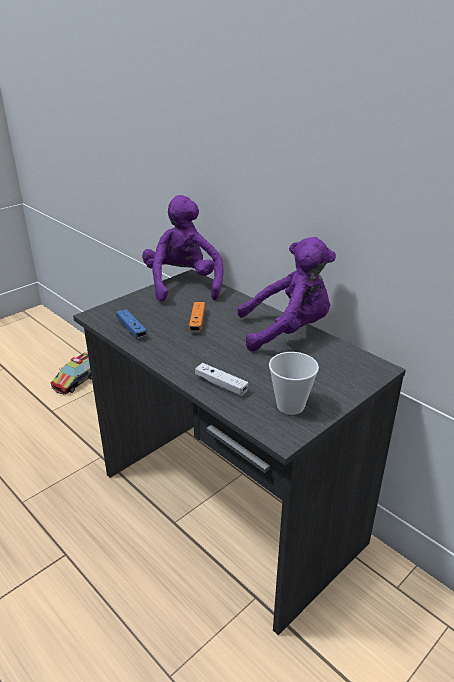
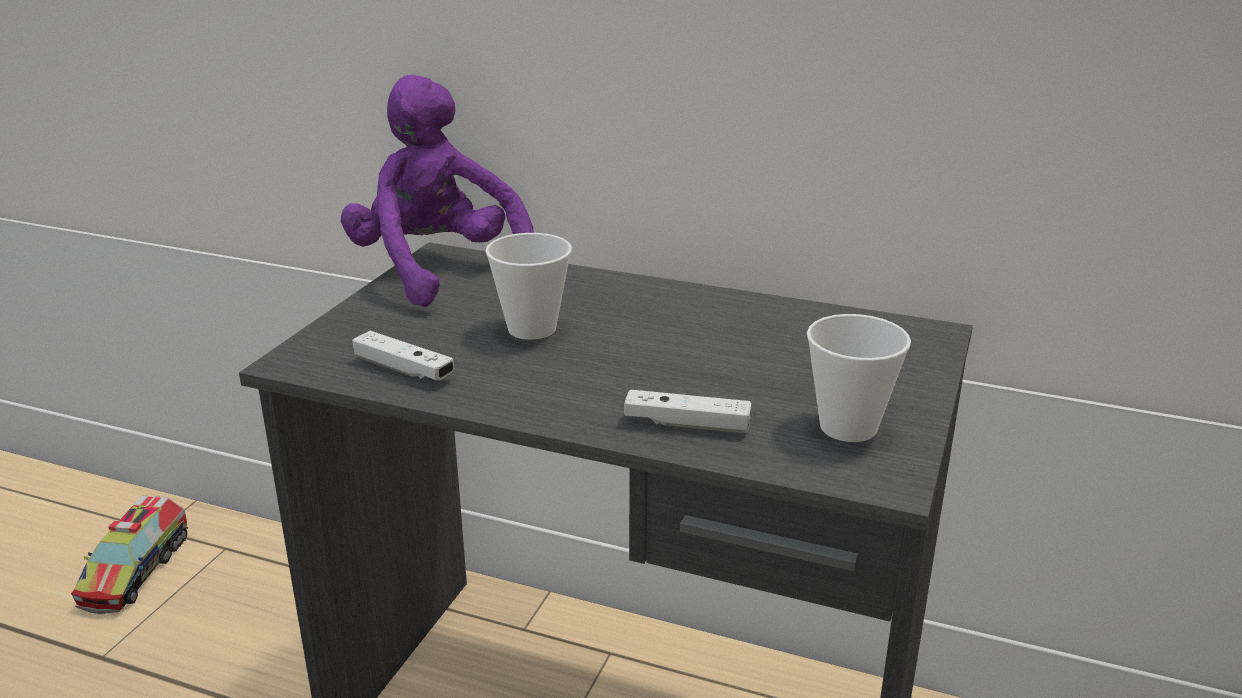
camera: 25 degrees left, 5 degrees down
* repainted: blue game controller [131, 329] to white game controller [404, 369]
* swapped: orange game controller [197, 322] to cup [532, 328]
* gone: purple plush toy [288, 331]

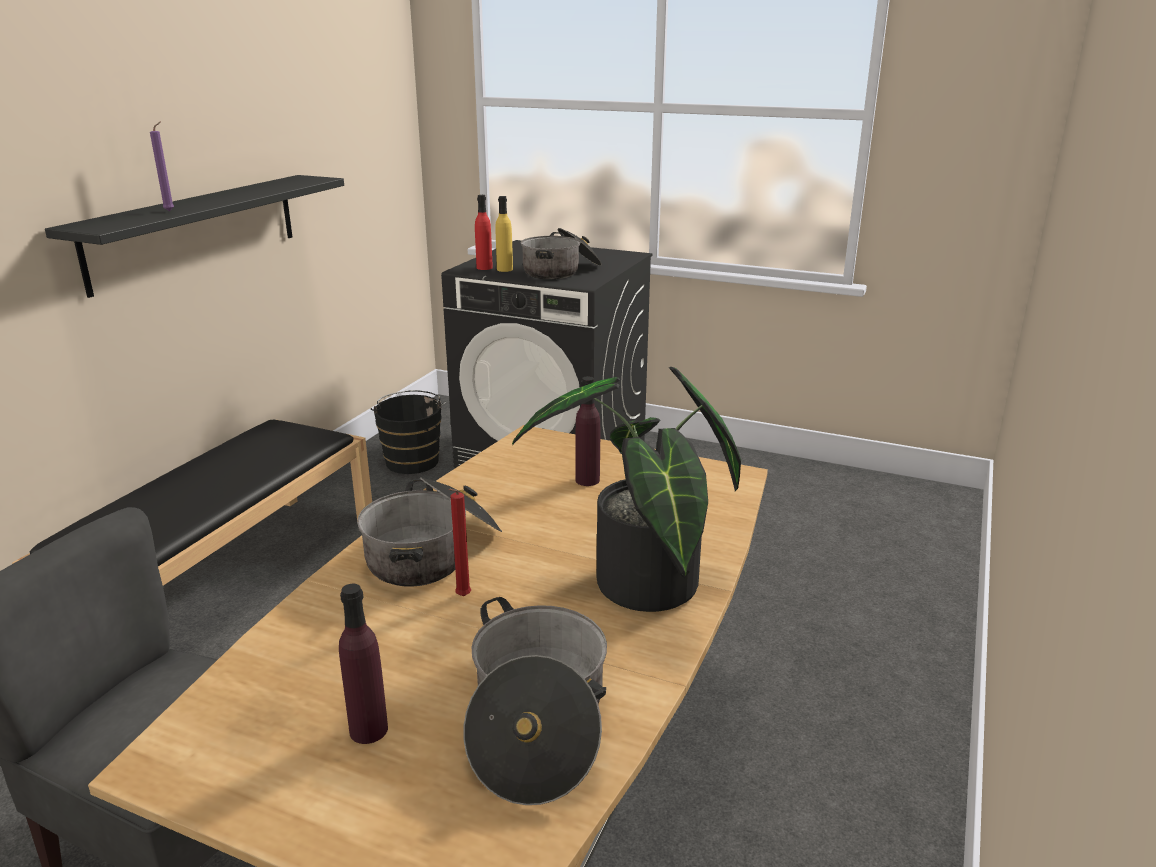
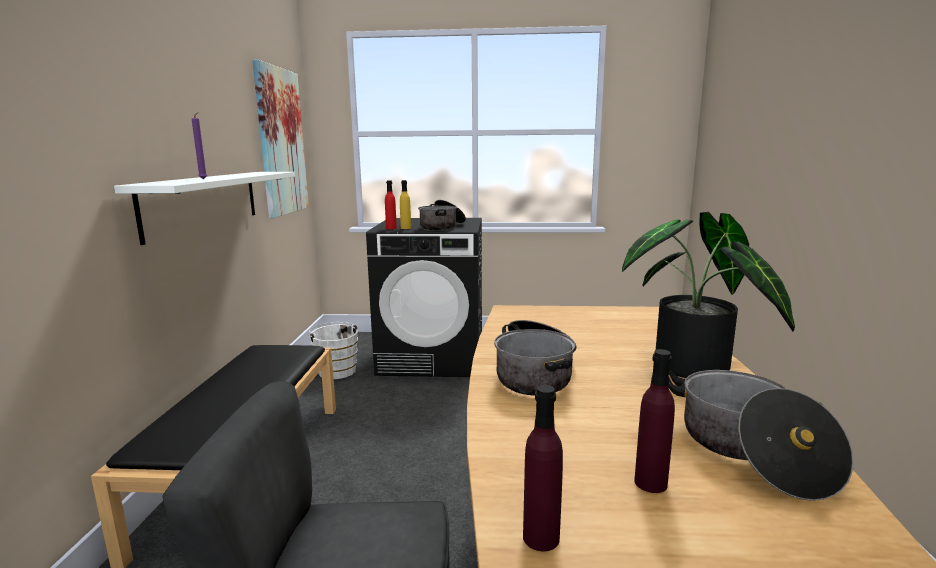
camera: 20 degrees left, 10 degrees down
* repainted: black shelf [196, 231] to white shelf [204, 202]
* repainted: black bucket [412, 460] to white bucket [336, 370]
* gone: red candle [461, 597]
* shifted: purple bottle [587, 480] to [541, 537]
* new: picture [281, 142]

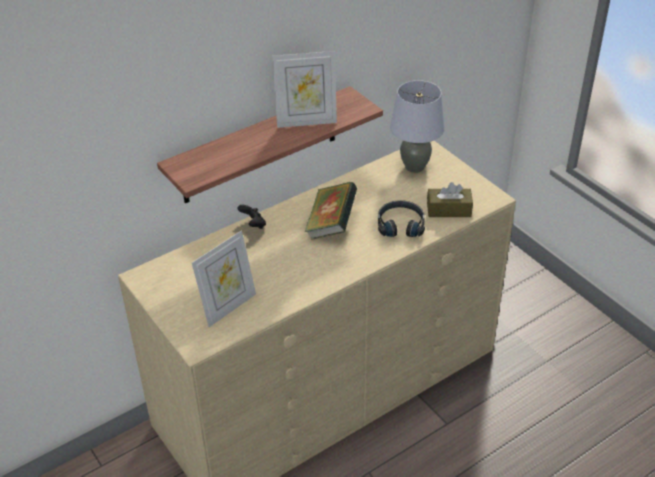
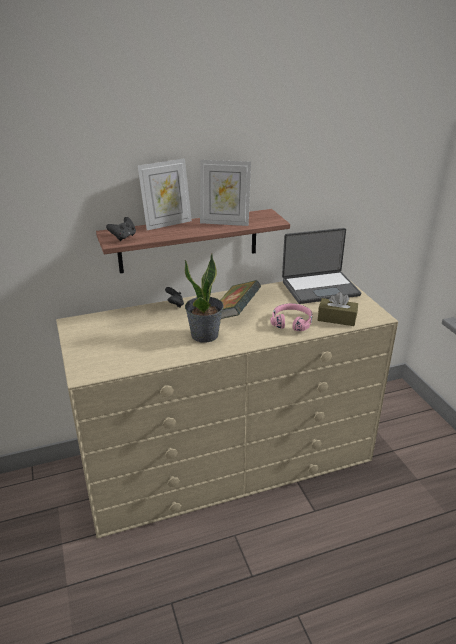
camera: 15 degrees right, 10 degrees down
* shifted: picture frame [228, 307] to [167, 224]
* repainted: black headphones [400, 224] to pink headphones [292, 322]
* swapped: grey table lamp [414, 167] to laptop [319, 288]
* new: black game controller [123, 237]
* new: potted plant [205, 335]

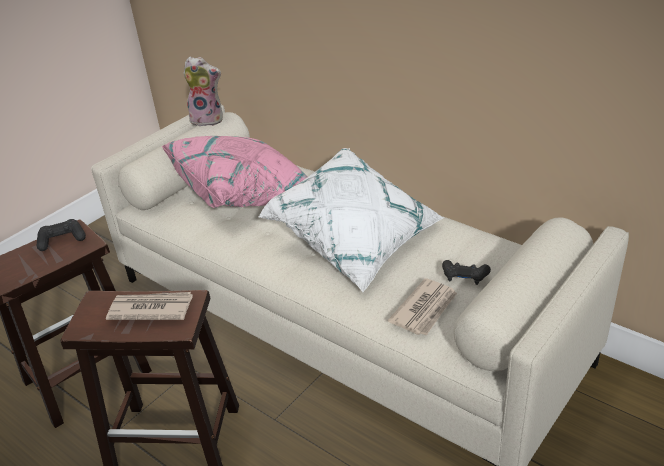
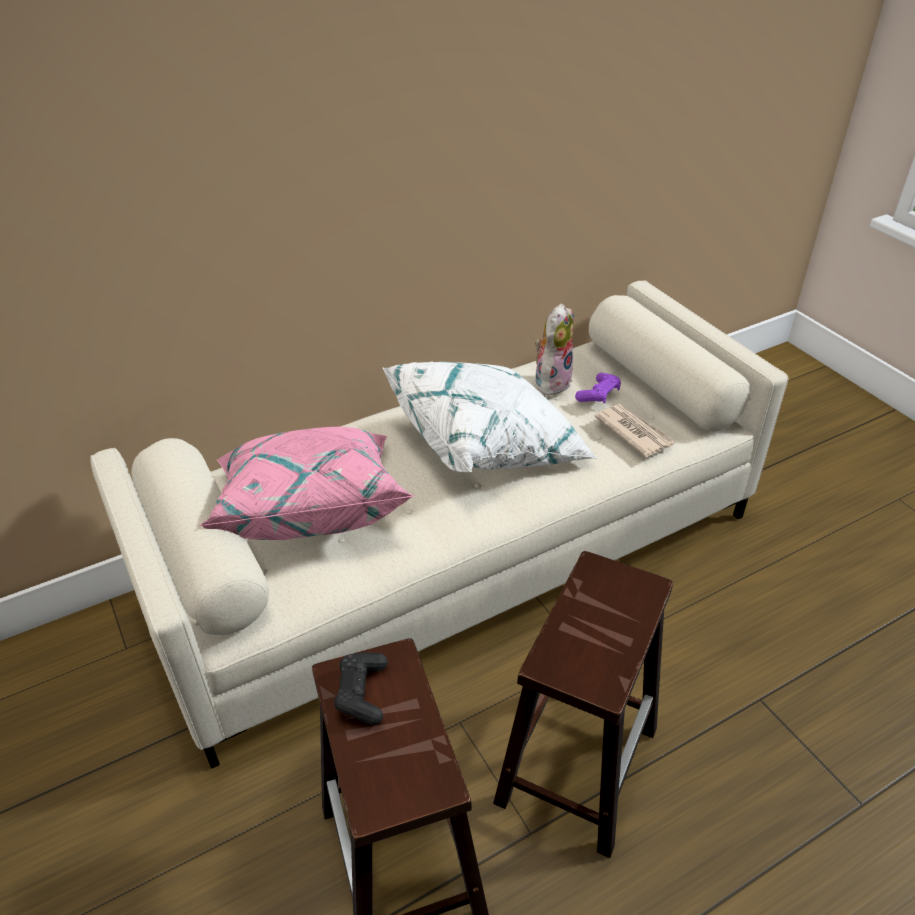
camera: 70 degrees left, 5 degrees up
* gone: newspaper [150, 309]
* shifted: plush toy [208, 119] to [551, 381]
* repainted: black game controller [464, 277] to purple game controller [598, 394]

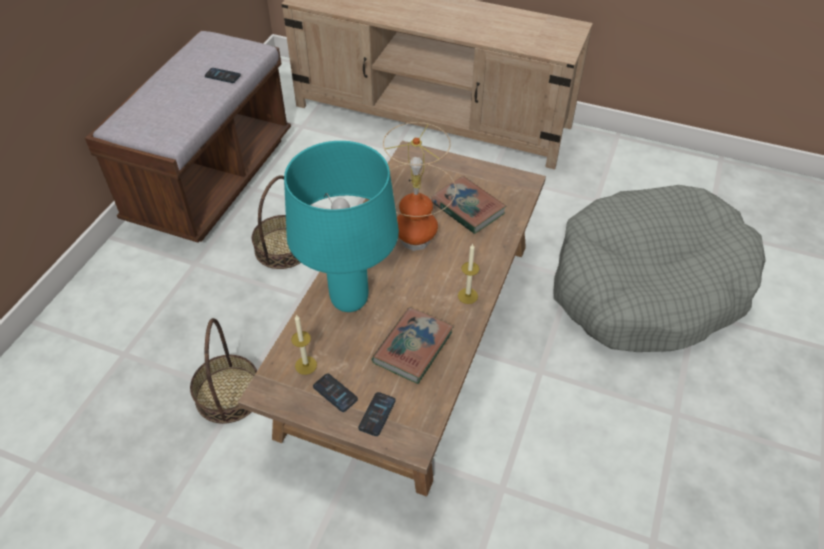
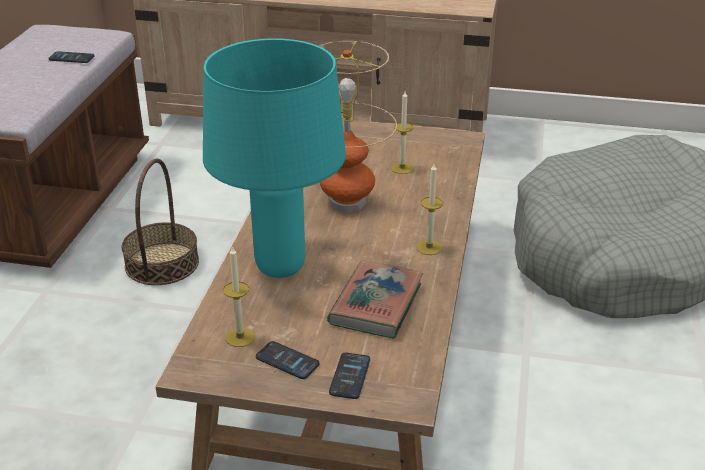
camera: 10 degrees left, 15 degrees down
* gone: basket [228, 394]
* swapped: book [467, 208] to candle [402, 168]

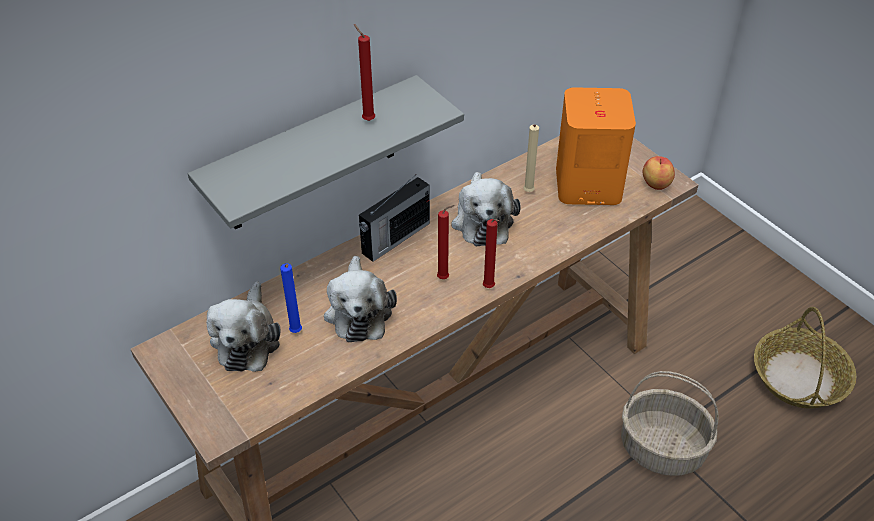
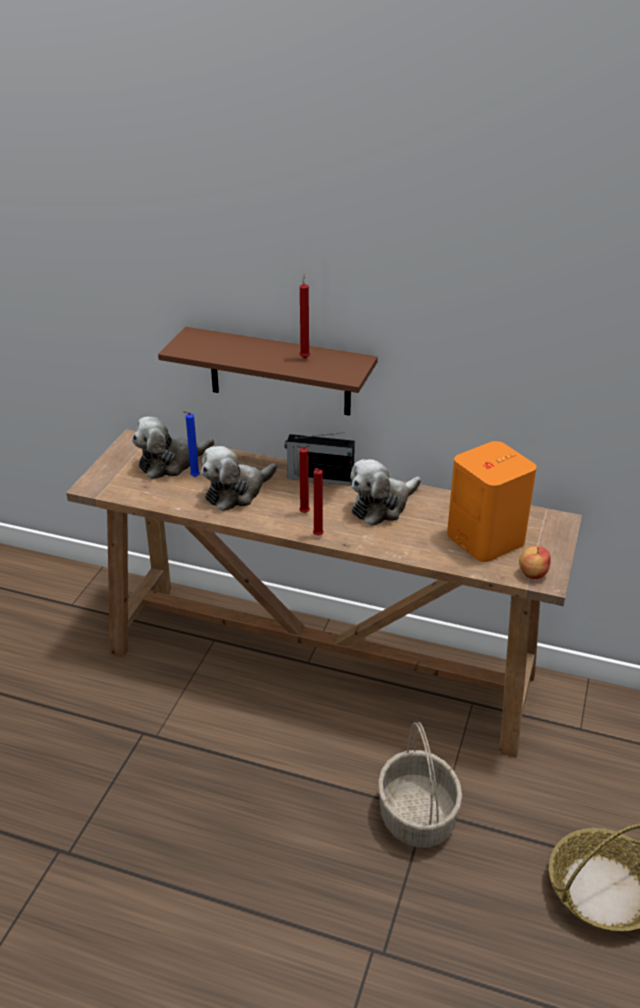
camera: 55 degrees right, 10 degrees down
* repainted: grey shelf [312, 156] to brown shelf [279, 372]
* gone: beige candle [528, 193]

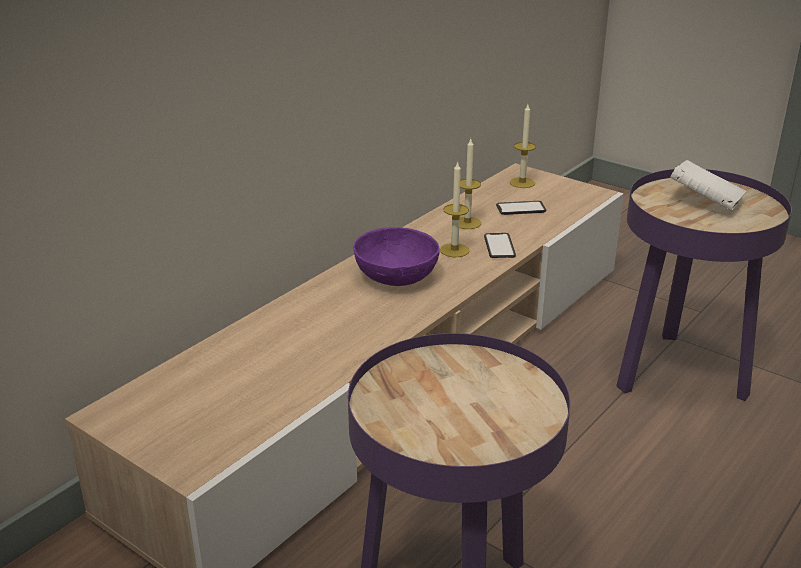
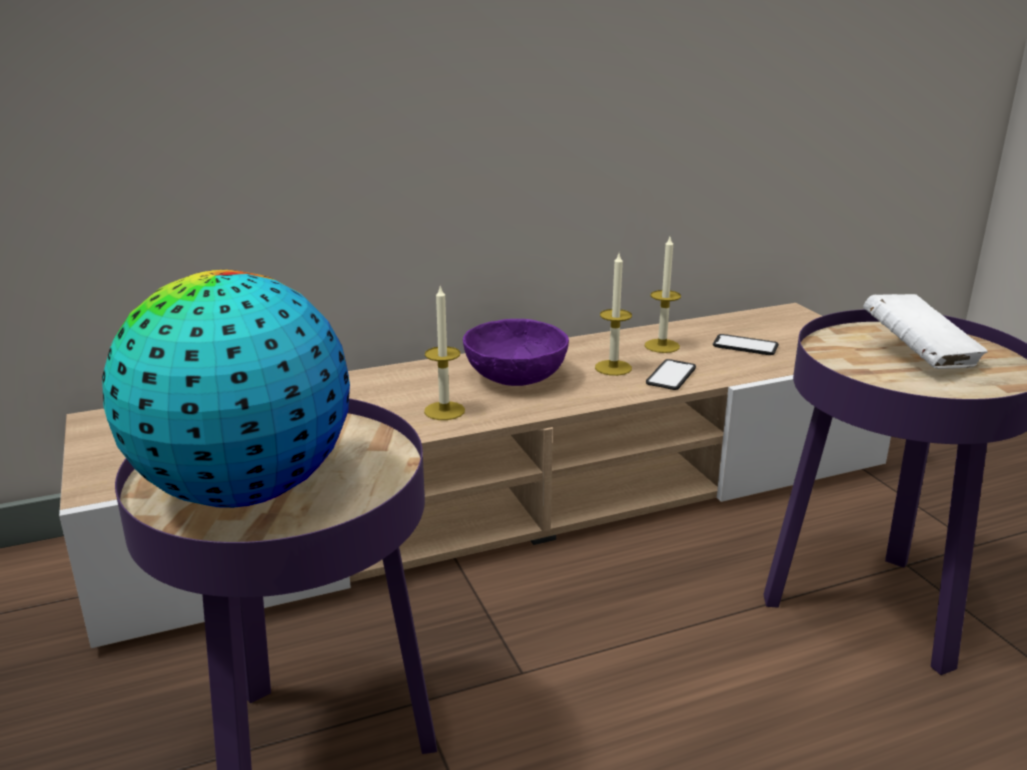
camera: 30 degrees right, 5 degrees down
* shifted: candle [522, 183] to [444, 411]
* new: globe [243, 490]

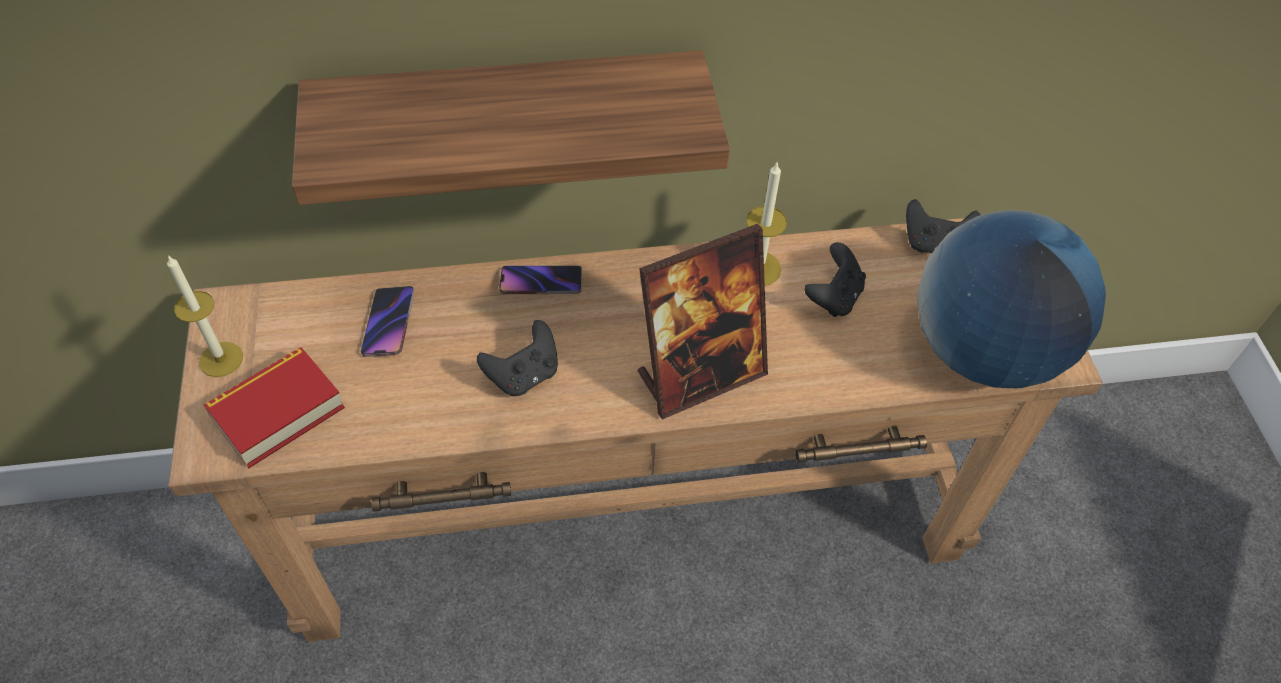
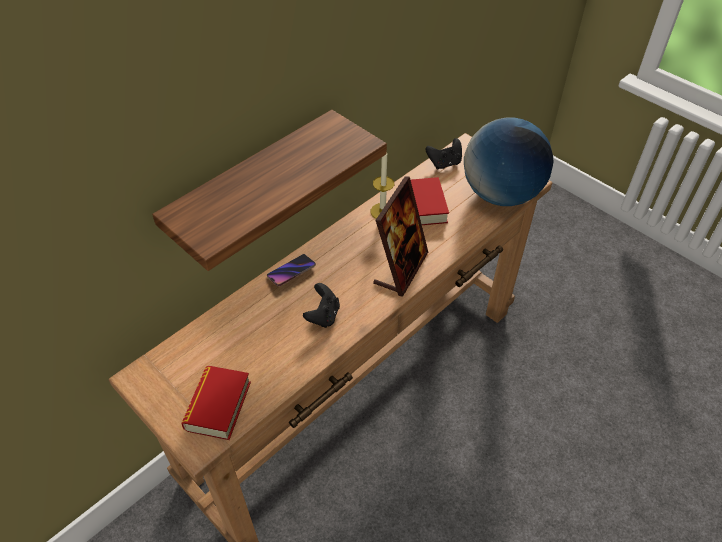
camera: 35 degrees left, 5 degrees down
* gone: candle [221, 359]
* gone: phone [389, 324]
* swapped: black game controller [833, 297] to book [424, 206]

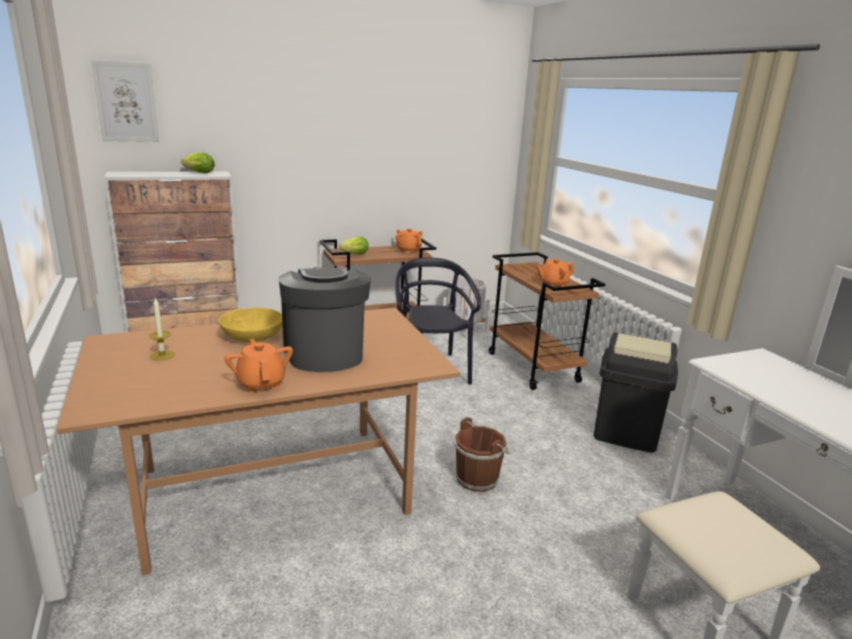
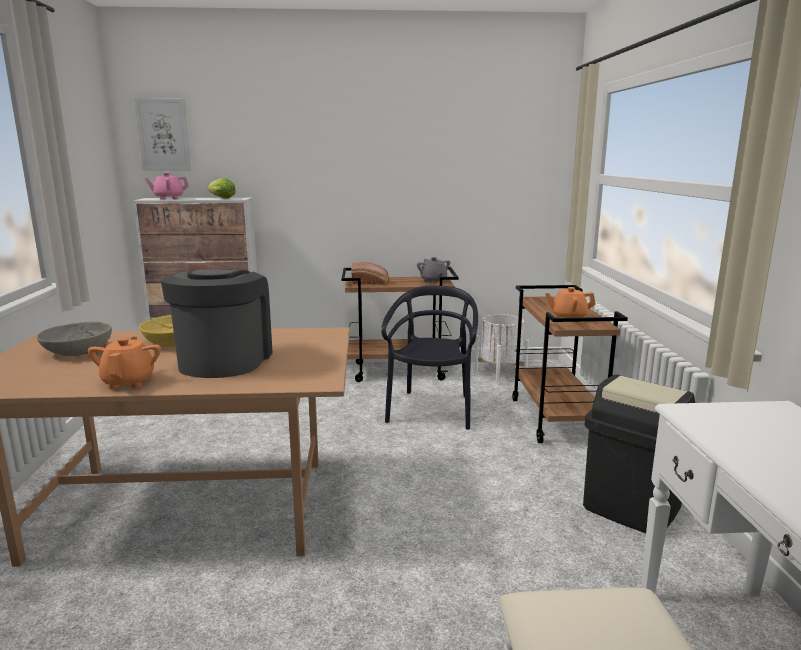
camera: 20 degrees right, 5 degrees down
* swapped: candle [162, 355] to grey bowl [77, 351]
* swapped: lettuce [353, 254] to bread [371, 282]
* repainted: orange teapot [408, 250] to grey teapot [433, 281]
* gone: brown bucket [478, 478]
* new: pink teapot [168, 198]

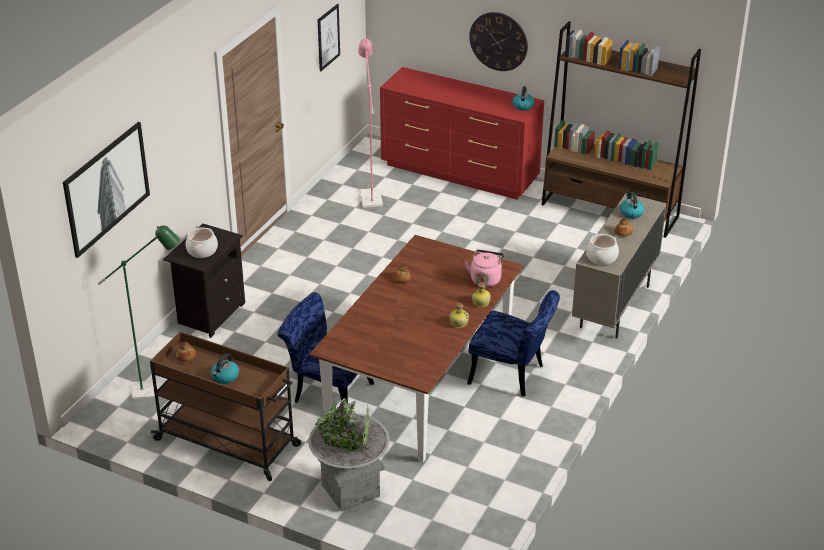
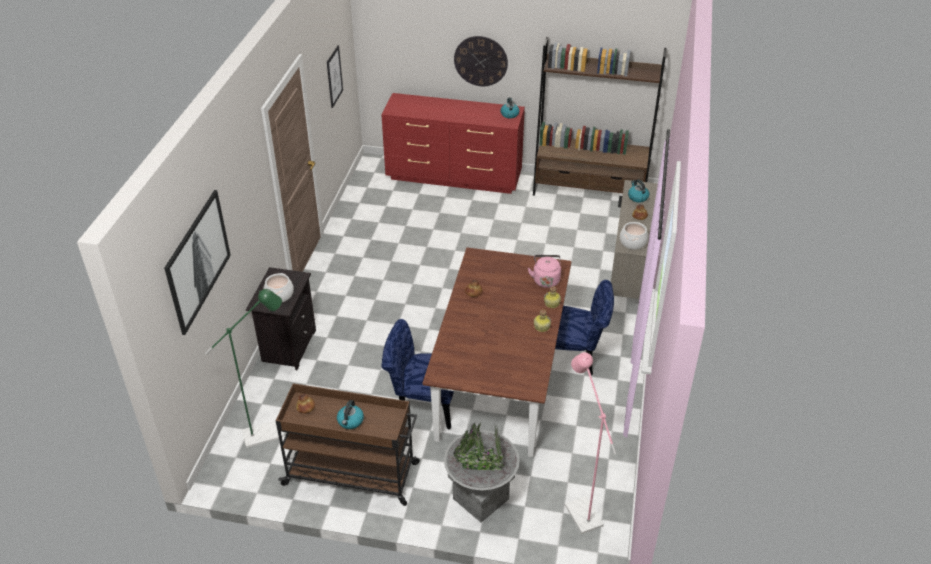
camera: 15 degrees left, 5 degrees up
* shifted: pink floor lamp [370, 195] to [580, 509]

